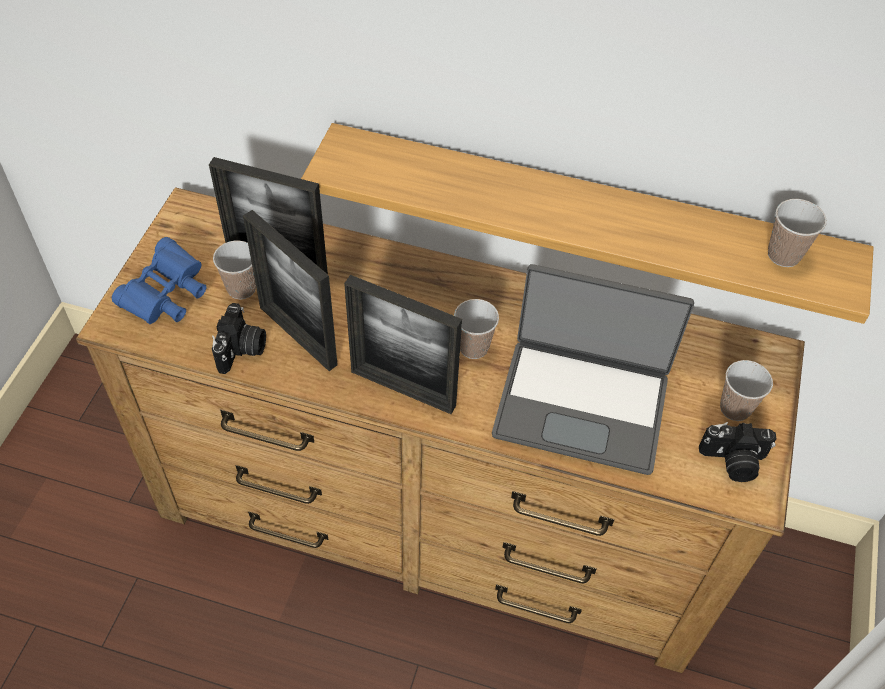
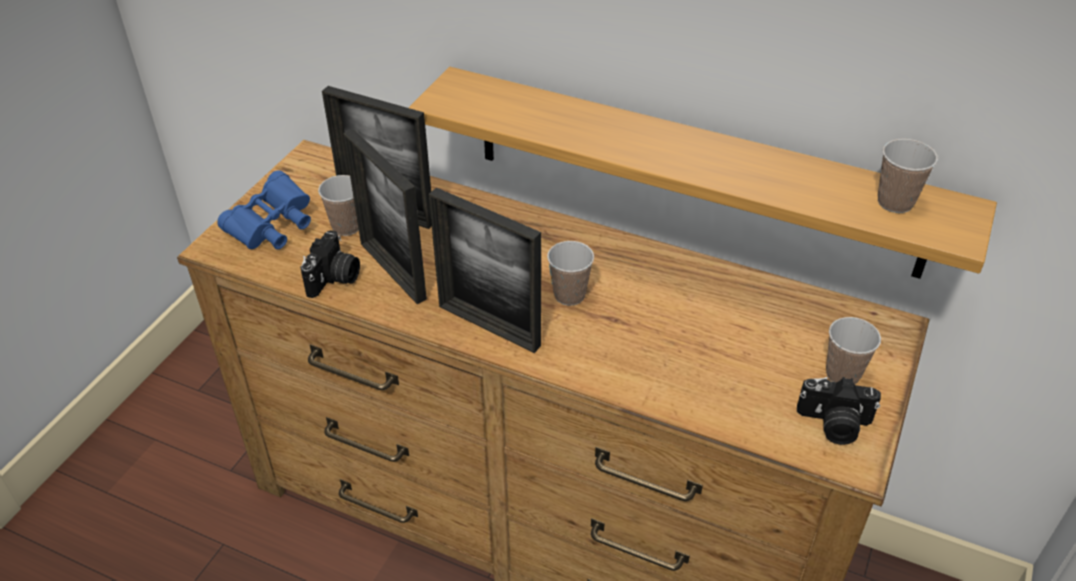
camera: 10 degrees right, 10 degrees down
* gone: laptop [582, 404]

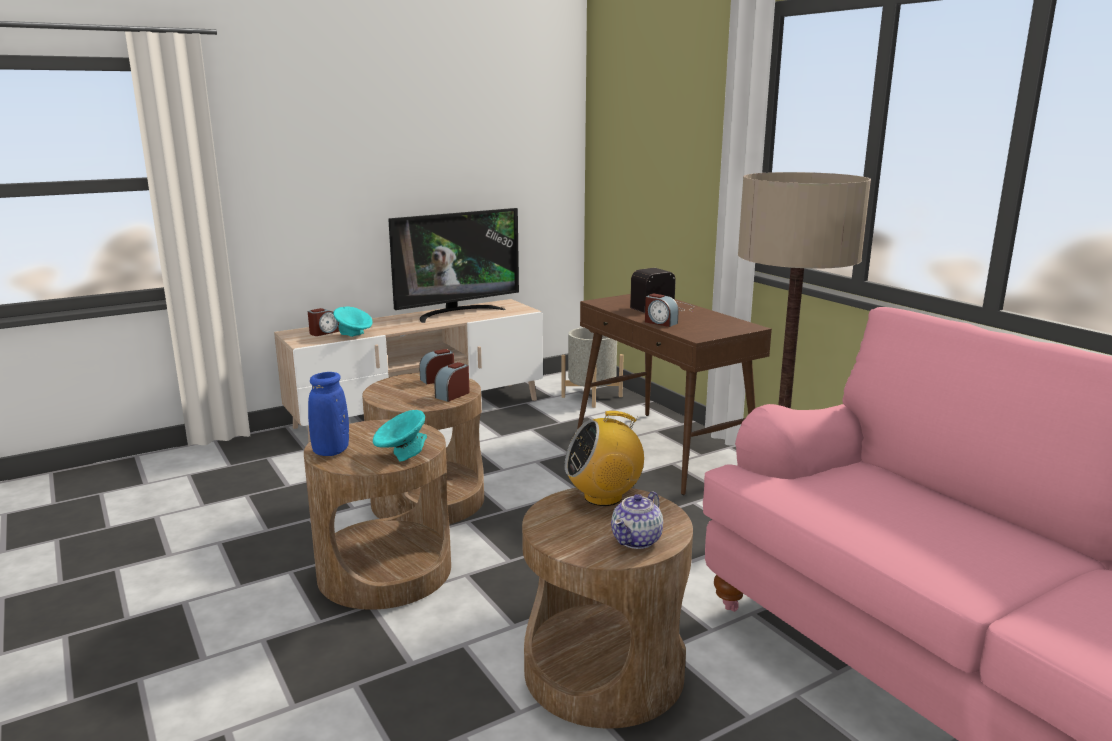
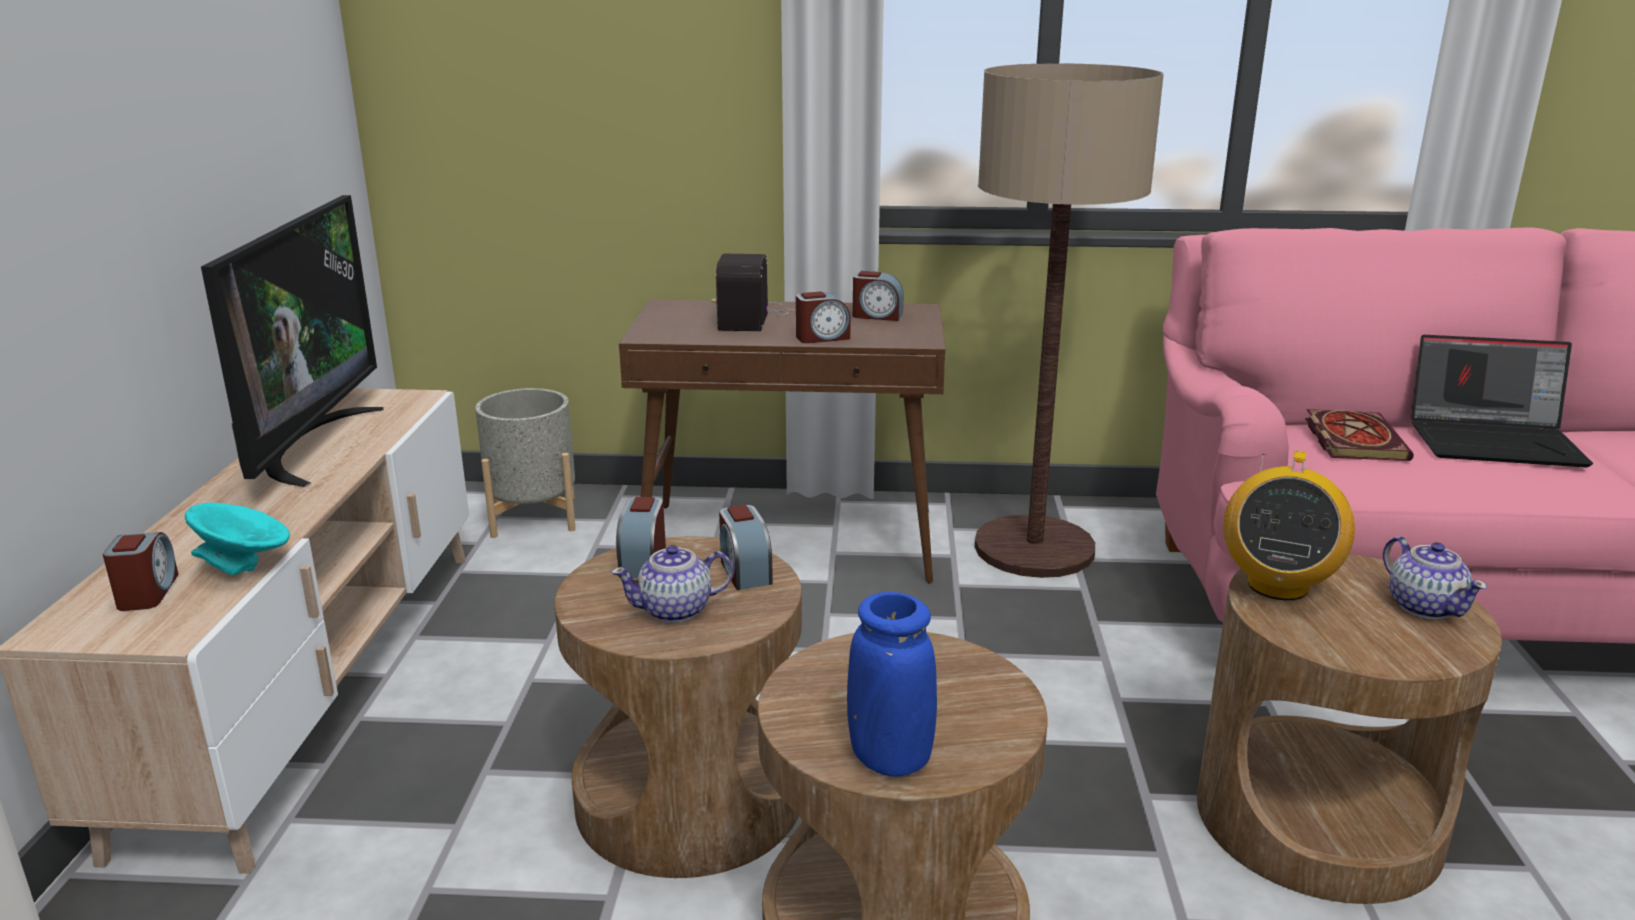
camera: 55 degrees left, 5 degrees up
* gone: turquoise bowl [401, 454]
* new: teapot [676, 610]
* new: alarm clock [877, 316]
* new: book [1352, 439]
* new: laptop [1495, 441]

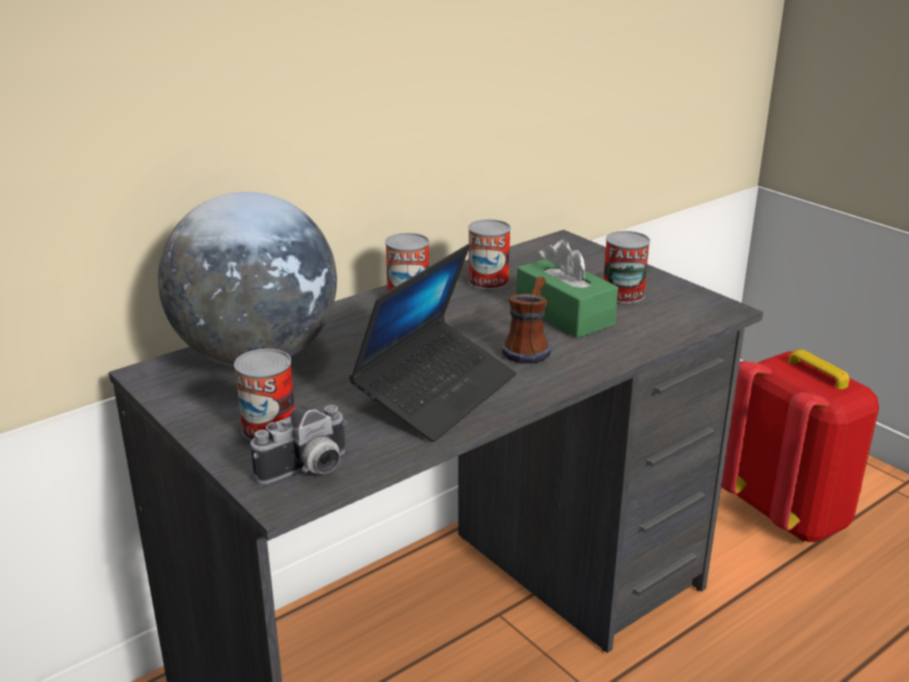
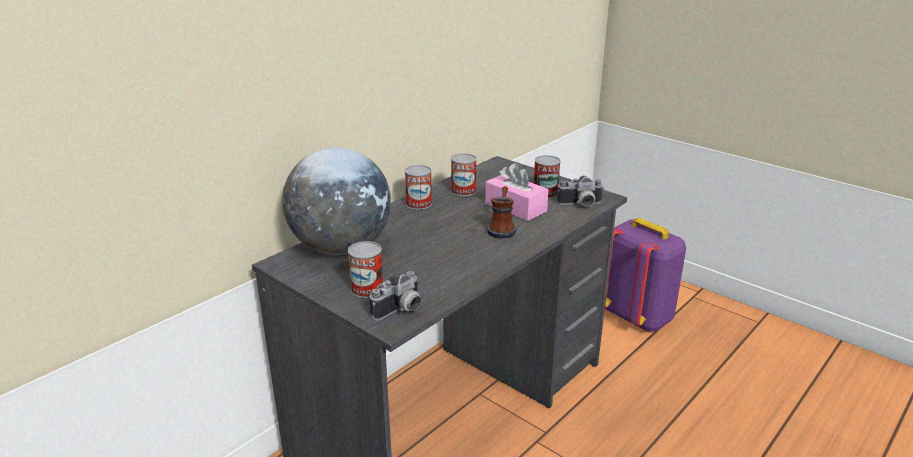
camera: 10 degrees left, 0 degrees up
* gone: laptop [436, 393]
* repainted: green tissue box [564, 314] to pink tissue box [515, 207]
* repainted: red backpack [788, 513] to purple backpack [636, 316]
* new: photo camera [580, 205]

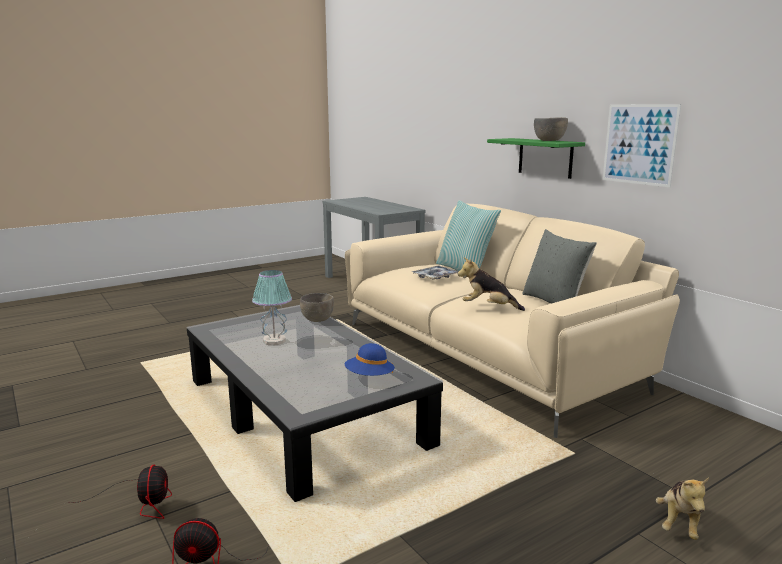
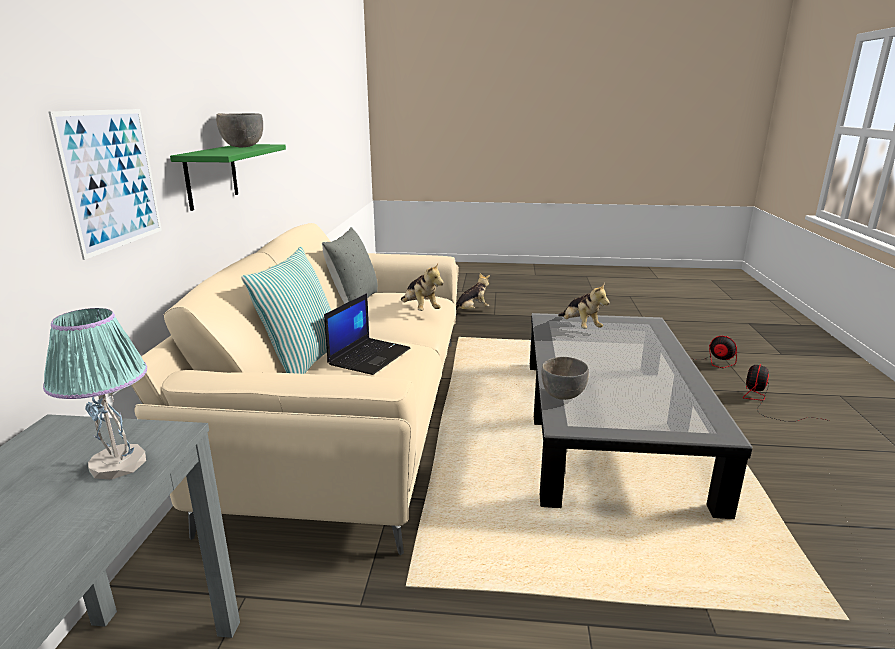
camera: 140 degrees left, 5 degrees up
* shifted: table lamp [274, 341] to [119, 464]
* swapped: blue hat [369, 377] to plush toy [580, 327]
* swapped: tray [436, 277] to laptop [369, 356]
* shifted: picture [639, 144] to [112, 179]

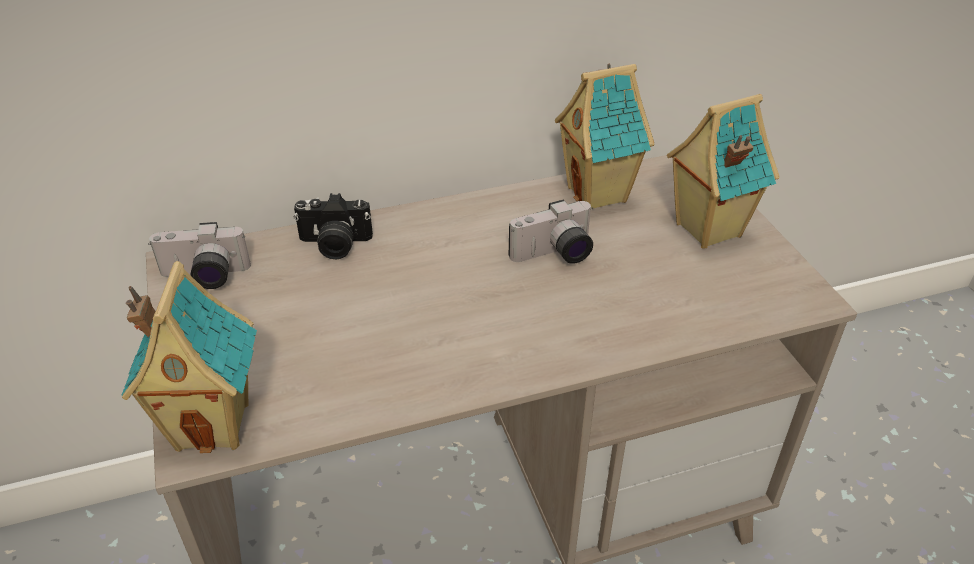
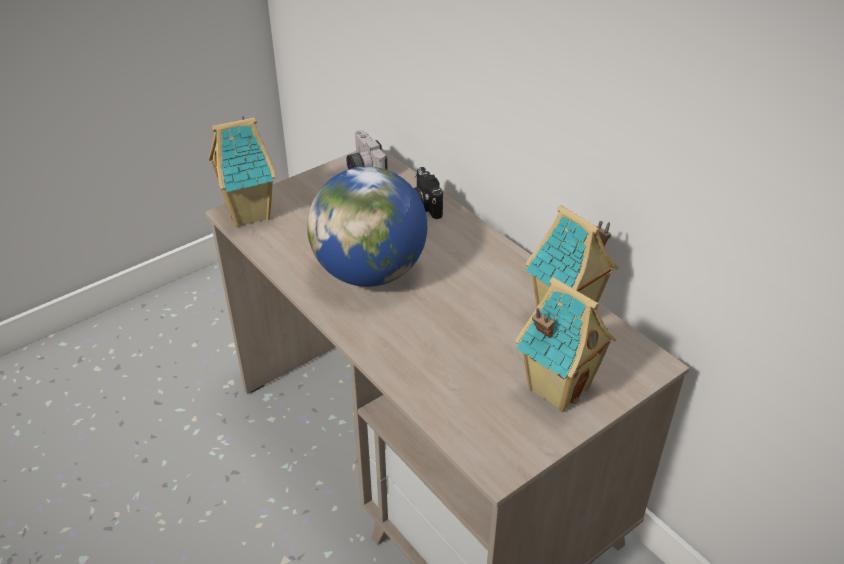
camera: 70 degrees right, 0 degrees up
* gone: photo camera [555, 255]
* new: globe [369, 272]

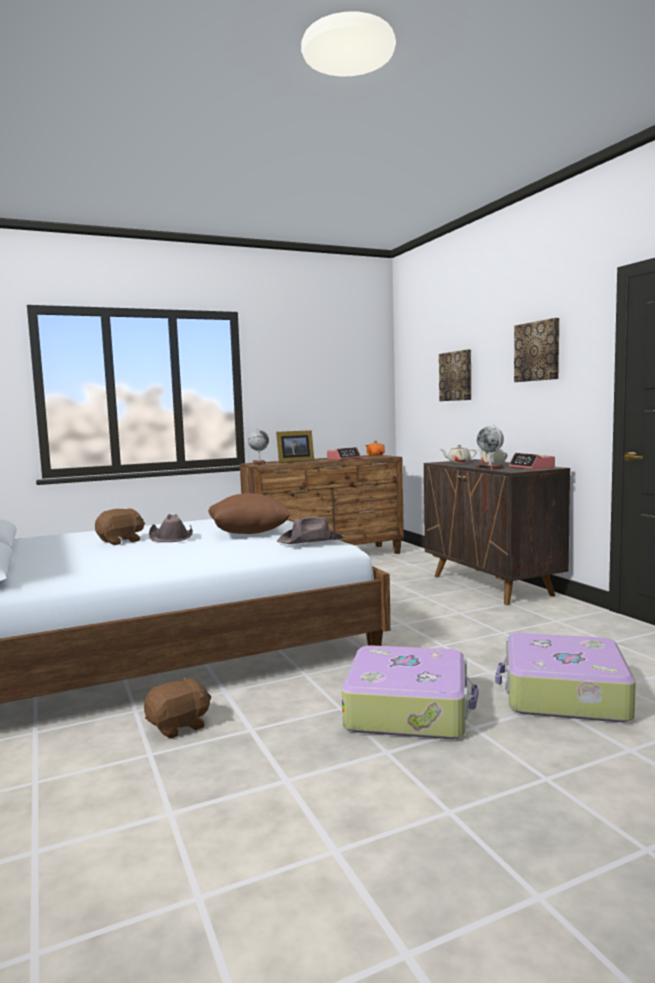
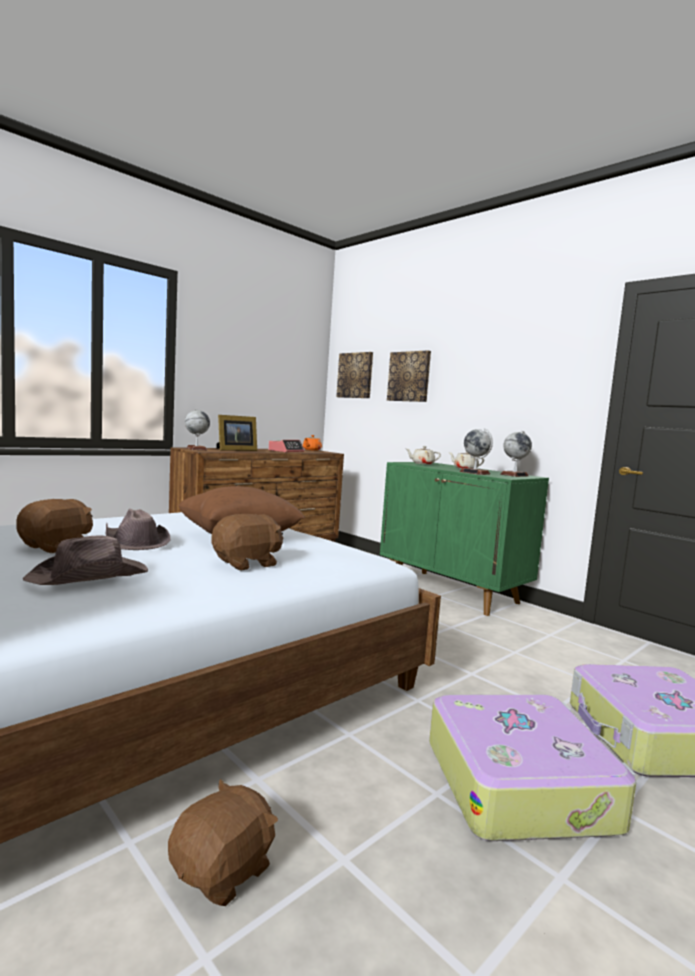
camera: 20 degrees left, 0 degrees up
* shifted: brown hat [311, 540] to [90, 576]
* repainted: brown cabinet [491, 585] to green cabinet [452, 592]
* swapped: alarm clock [532, 468] to globe [514, 475]
* shifted: picture [537, 351] to [355, 375]
* new: brown plush toy [247, 563]

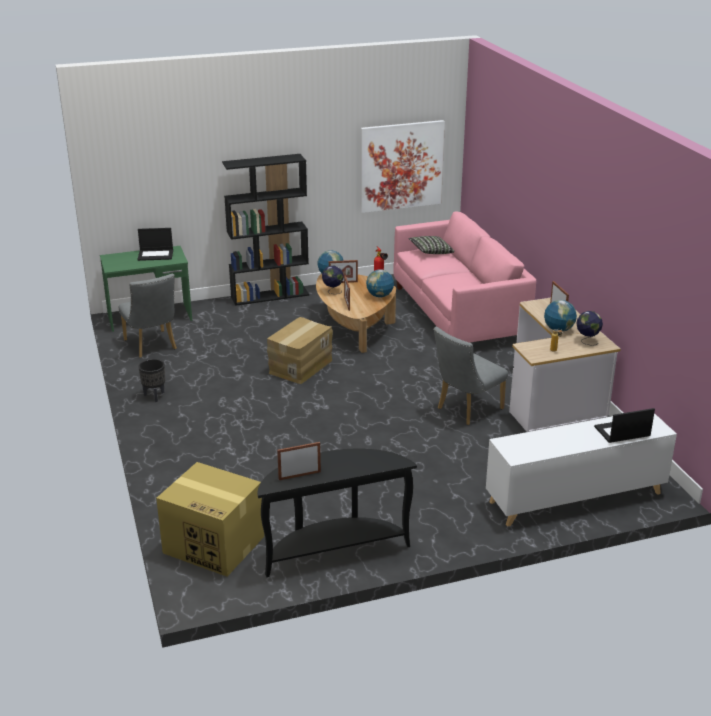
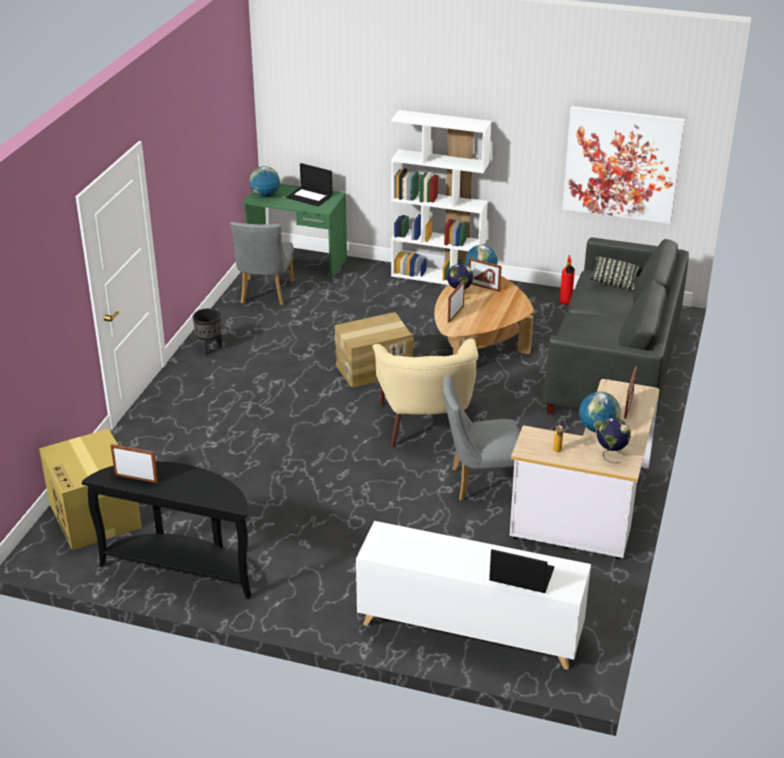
camera: 35 degrees right, 5 degrees up
* repainted: black bookcase [270, 295] to white bookcase [438, 276]
* shifted: globe [379, 296] to [265, 195]
* repainted: pink sofa [458, 313] to grey sofa [614, 367]
* new: beige armchair [427, 423]

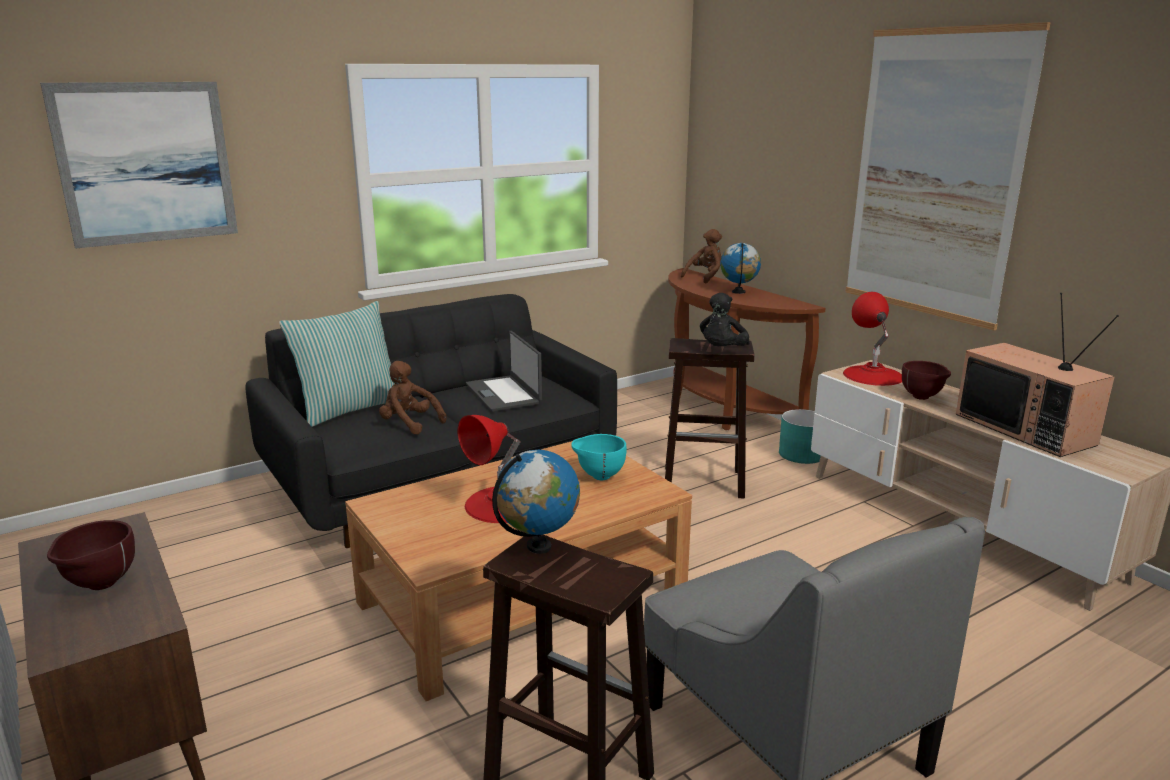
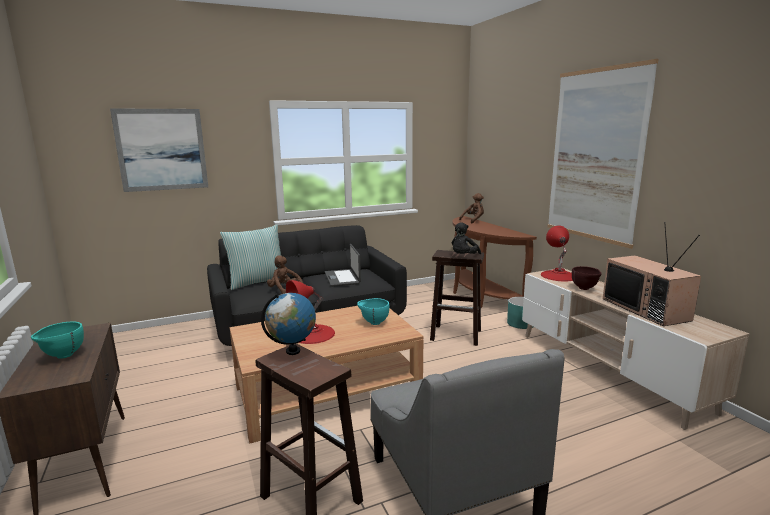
camera: 10 degrees right, 5 degrees down
* repainted: brown bowl [99, 586] to turquoise bowl [62, 356]
* gone: globe [738, 292]

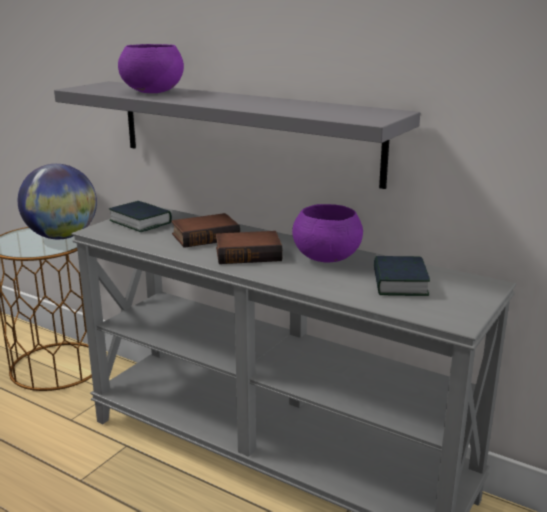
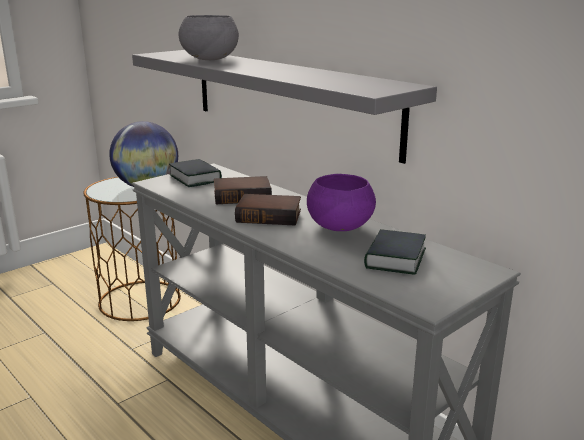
camera: 15 degrees right, 0 degrees up
* repainted: purple bowl [153, 92] to grey bowl [210, 59]

